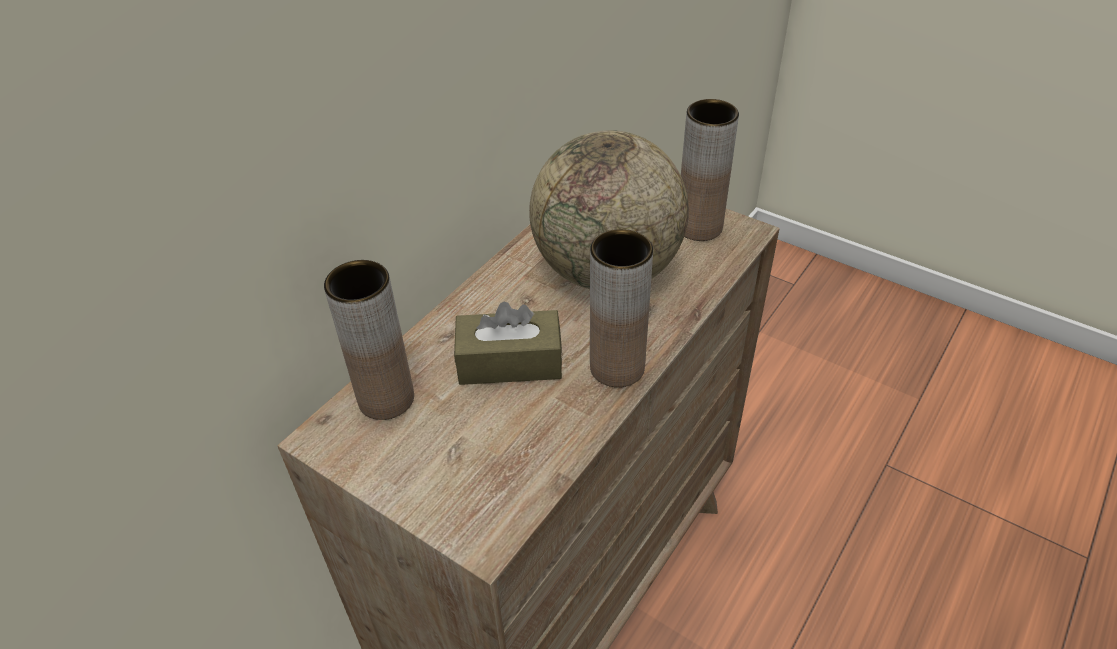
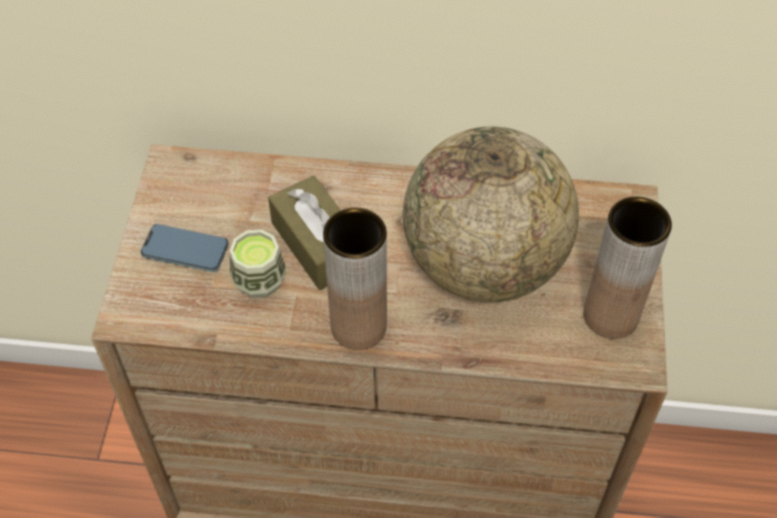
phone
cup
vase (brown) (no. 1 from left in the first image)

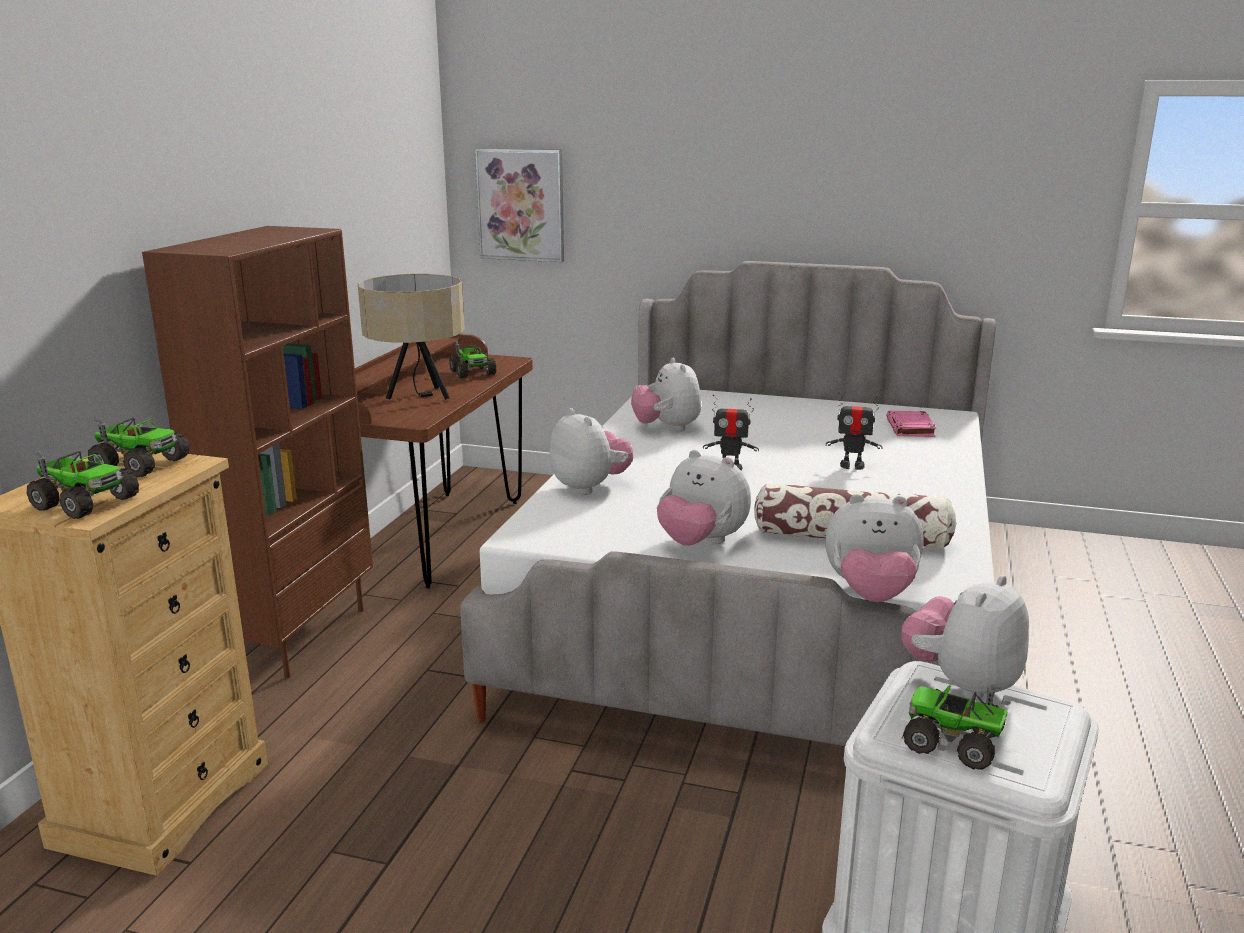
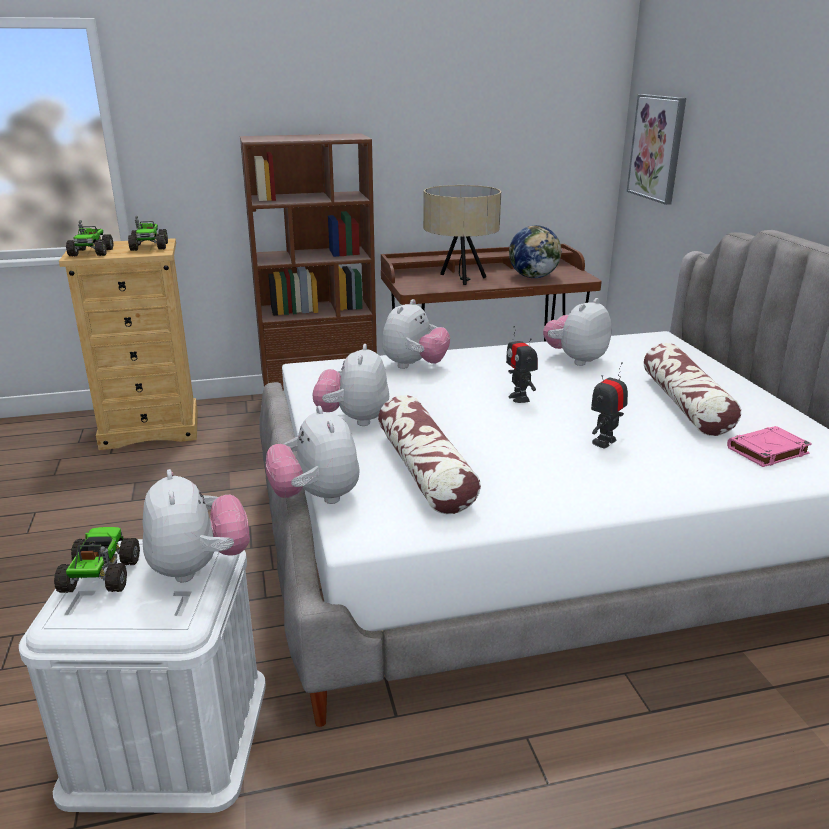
plush toy (no. 1 from left)
globe
toy robot (no. 2 from left)
pillow (no. 2 from left)

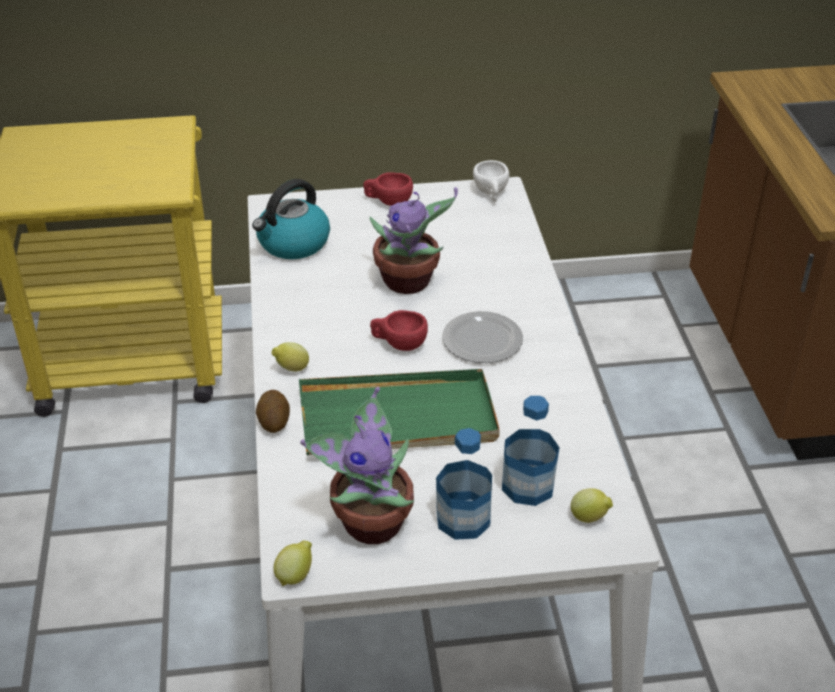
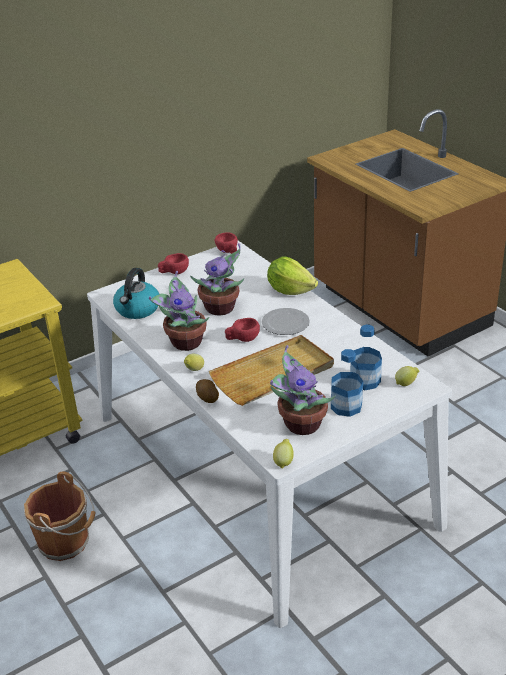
bucket (brown)
potted plant (no. 1 from left)
tray (beige)
cup (red) (no. 2 from left)
lettuce

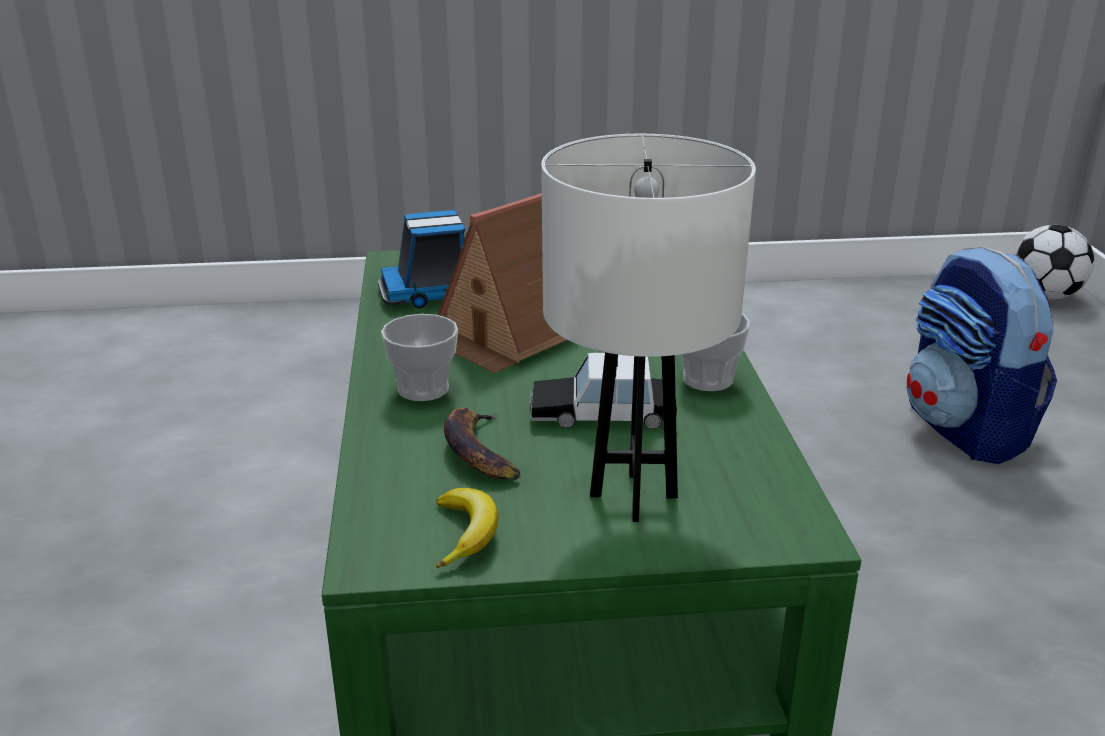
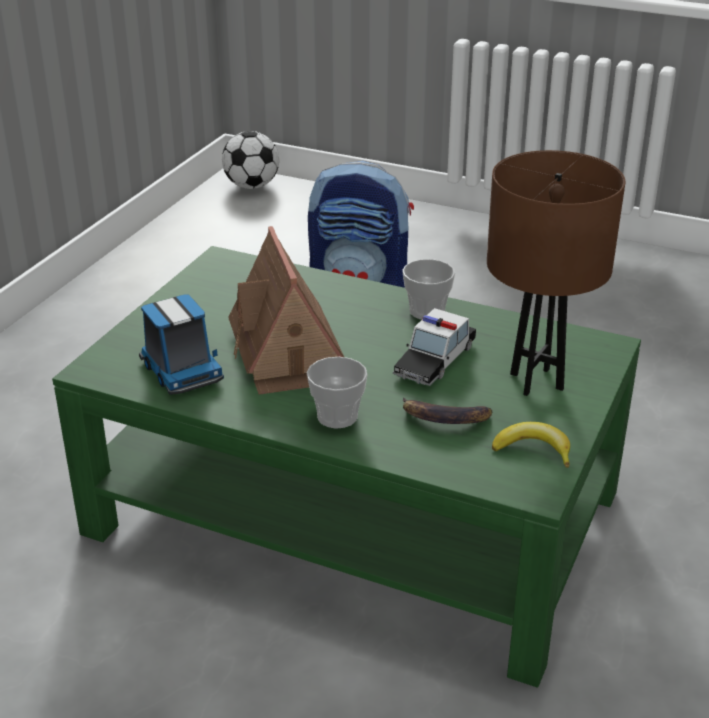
toy truck
table lamp (brown)

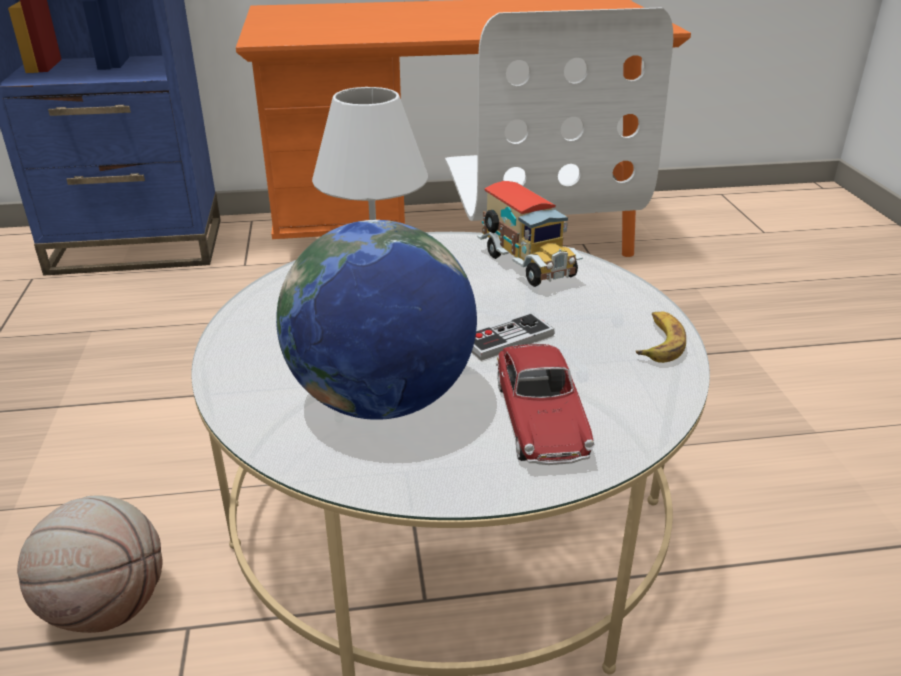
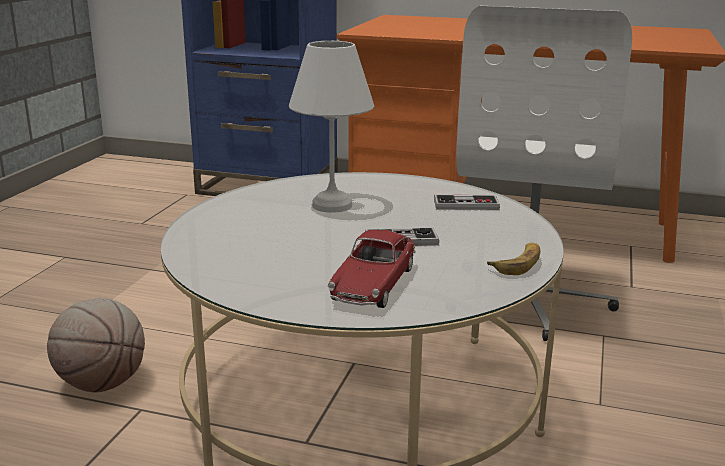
game controller (no. 2 from left)
globe

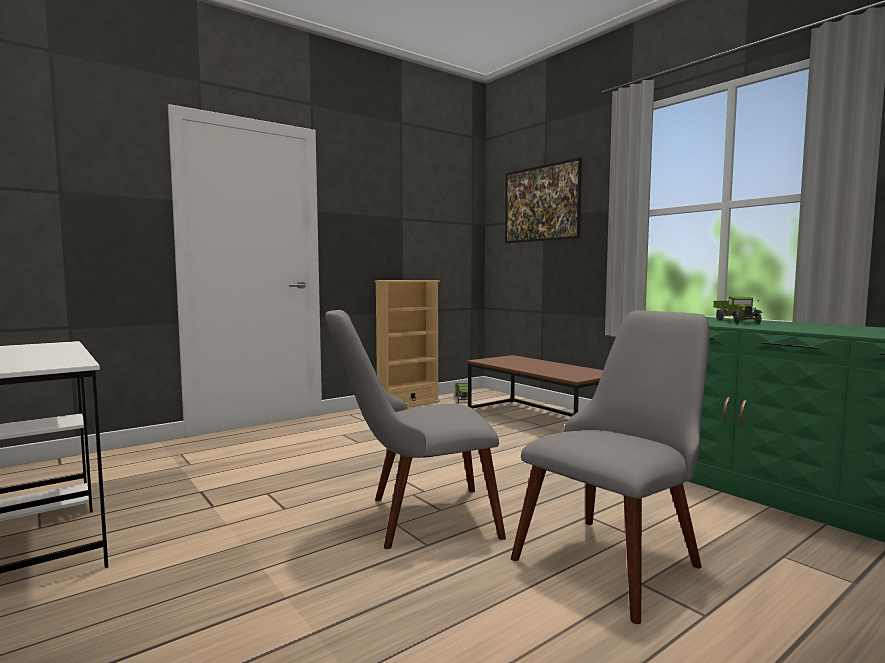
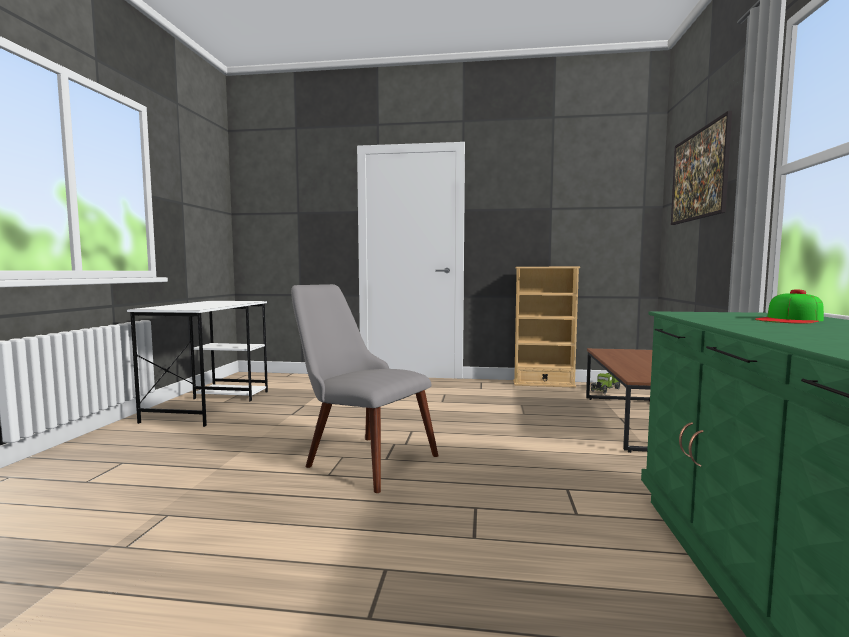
cap
chair (grey) (no. 2 from left in the first image)

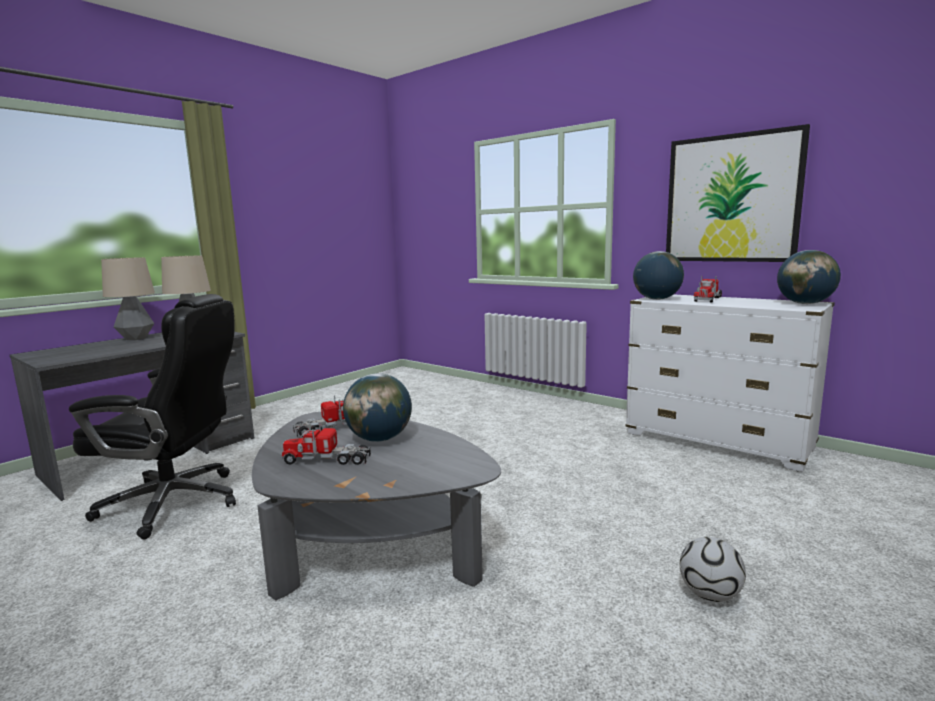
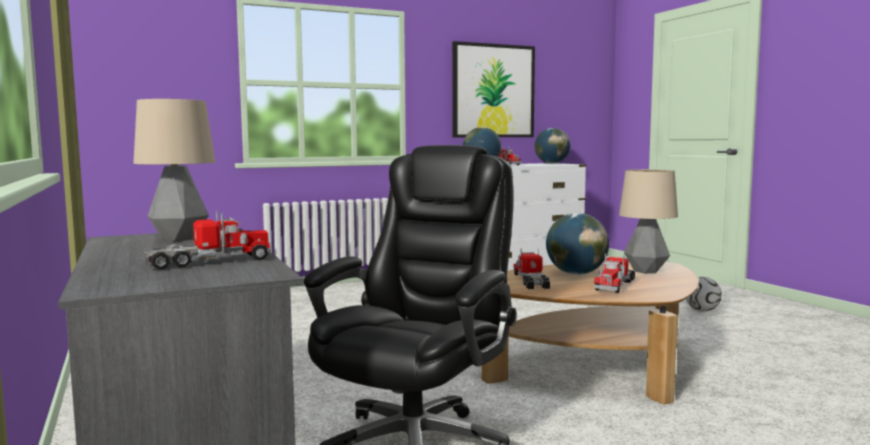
toy truck (no. 1 from left)
coffee table (brown)
table lamp (no. 2 from left)

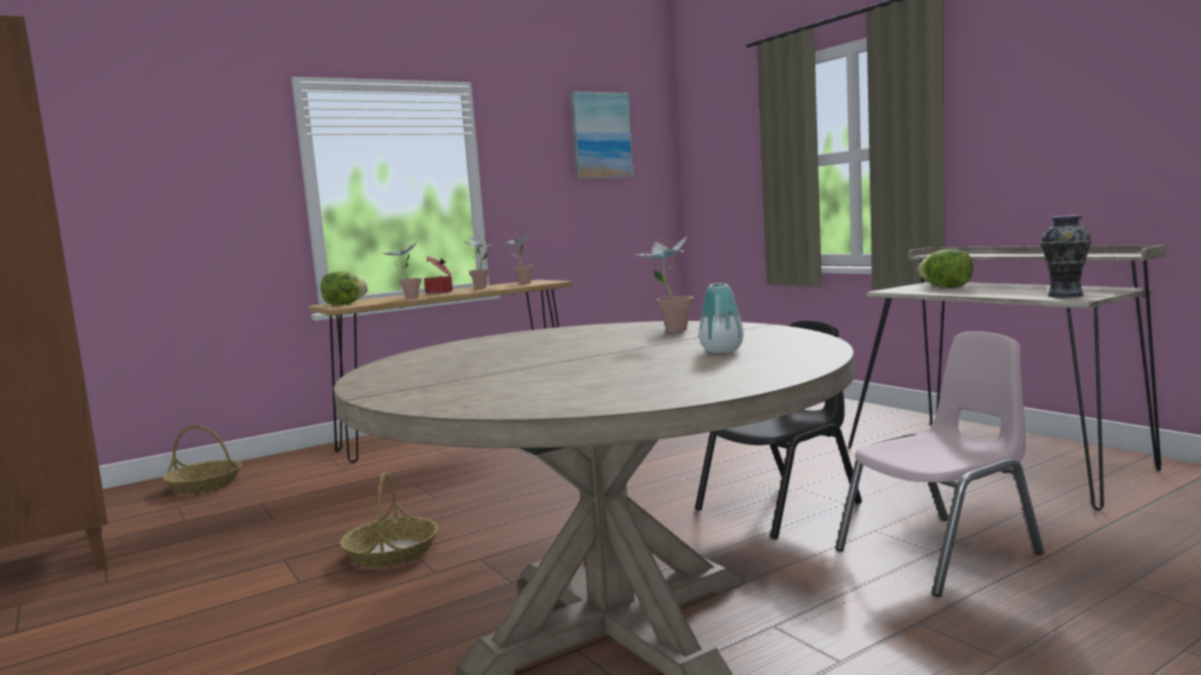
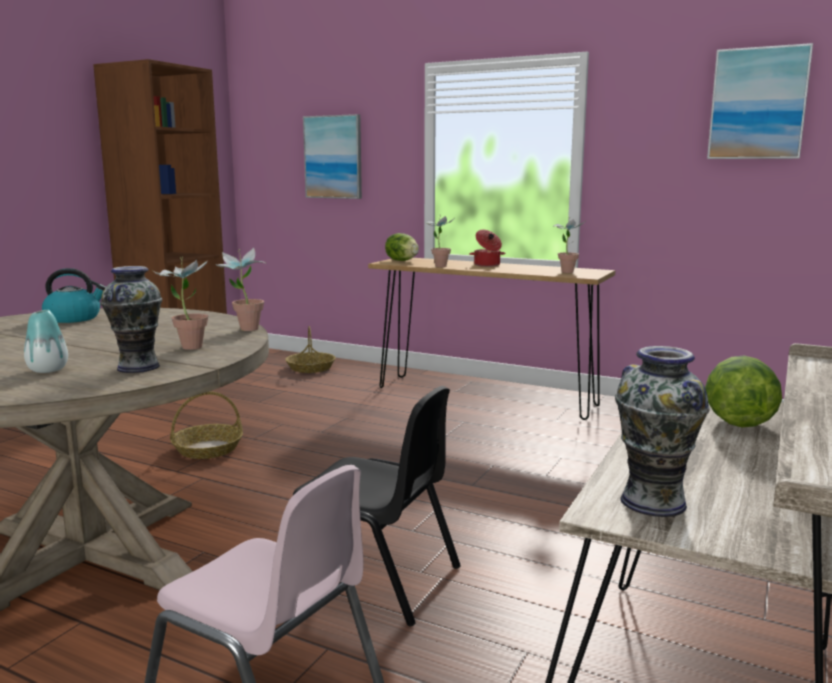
kettle
vase (no. 2 from left)
potted plant (no. 2 from left)
picture (no. 1 from left)

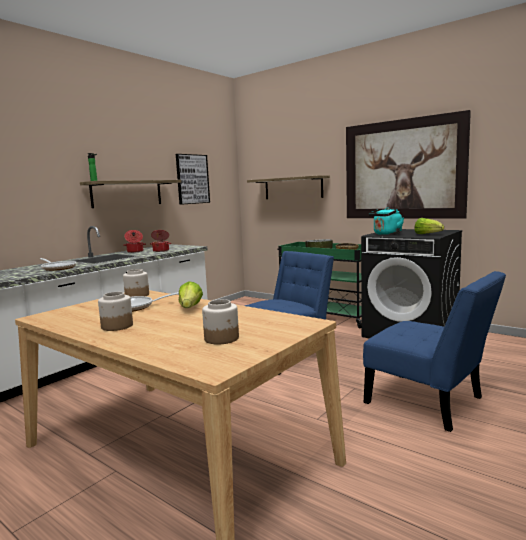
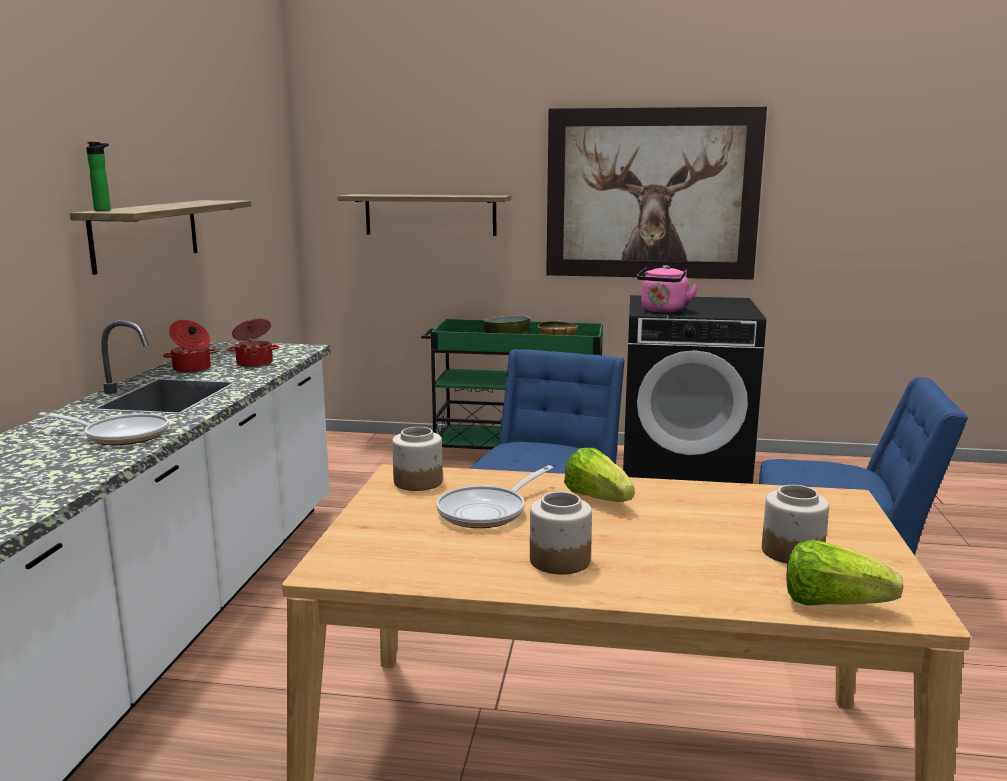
kettle (pink)
lettuce (no. 2 from left)
picture (no. 1 from left in the first image)

